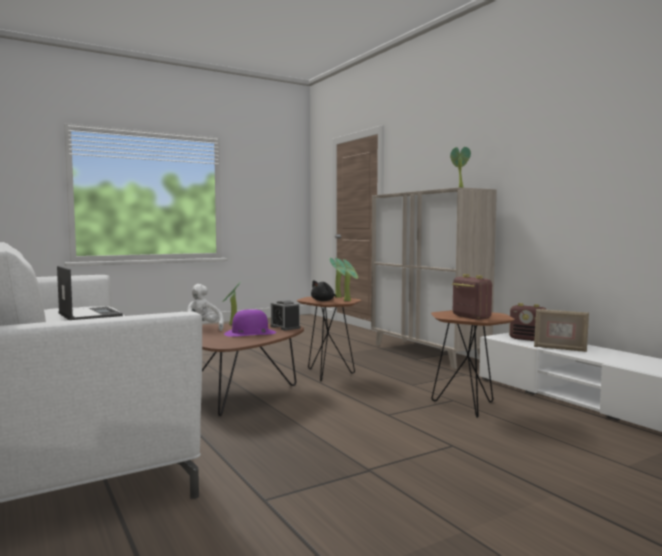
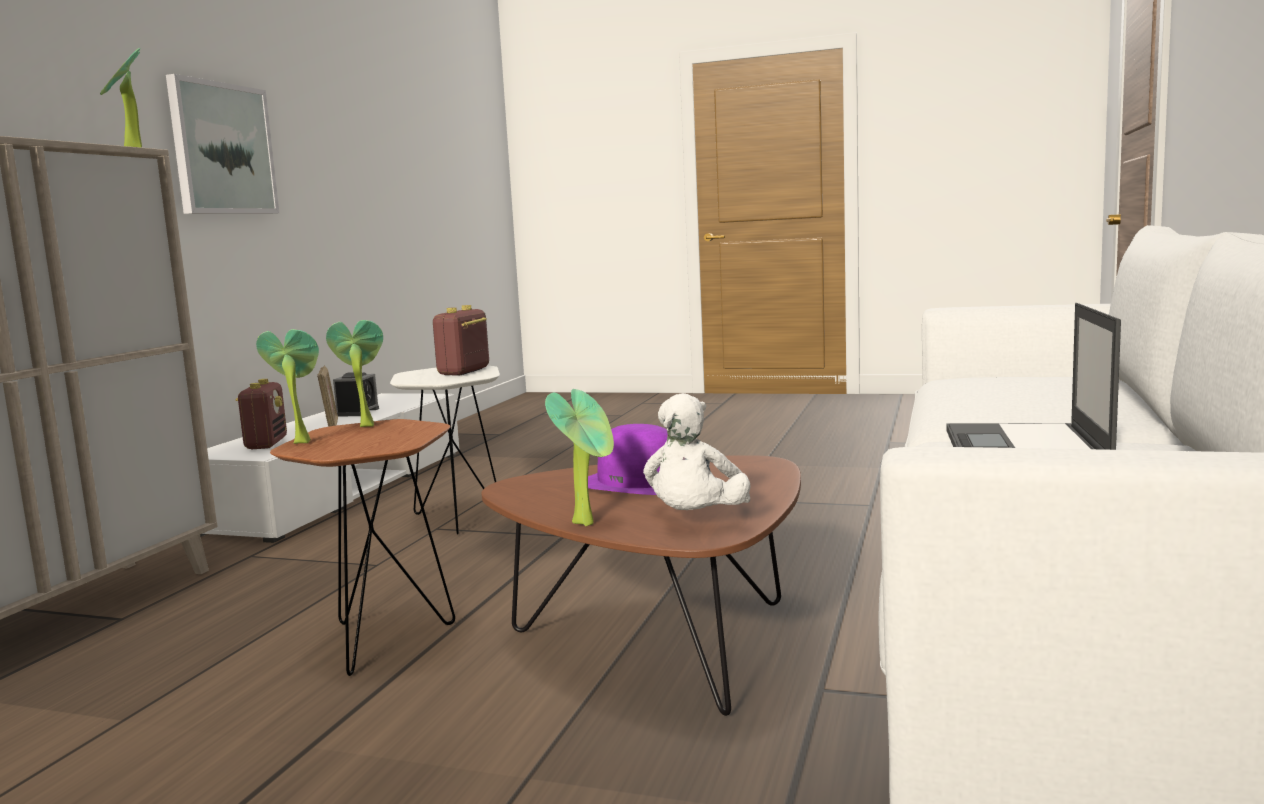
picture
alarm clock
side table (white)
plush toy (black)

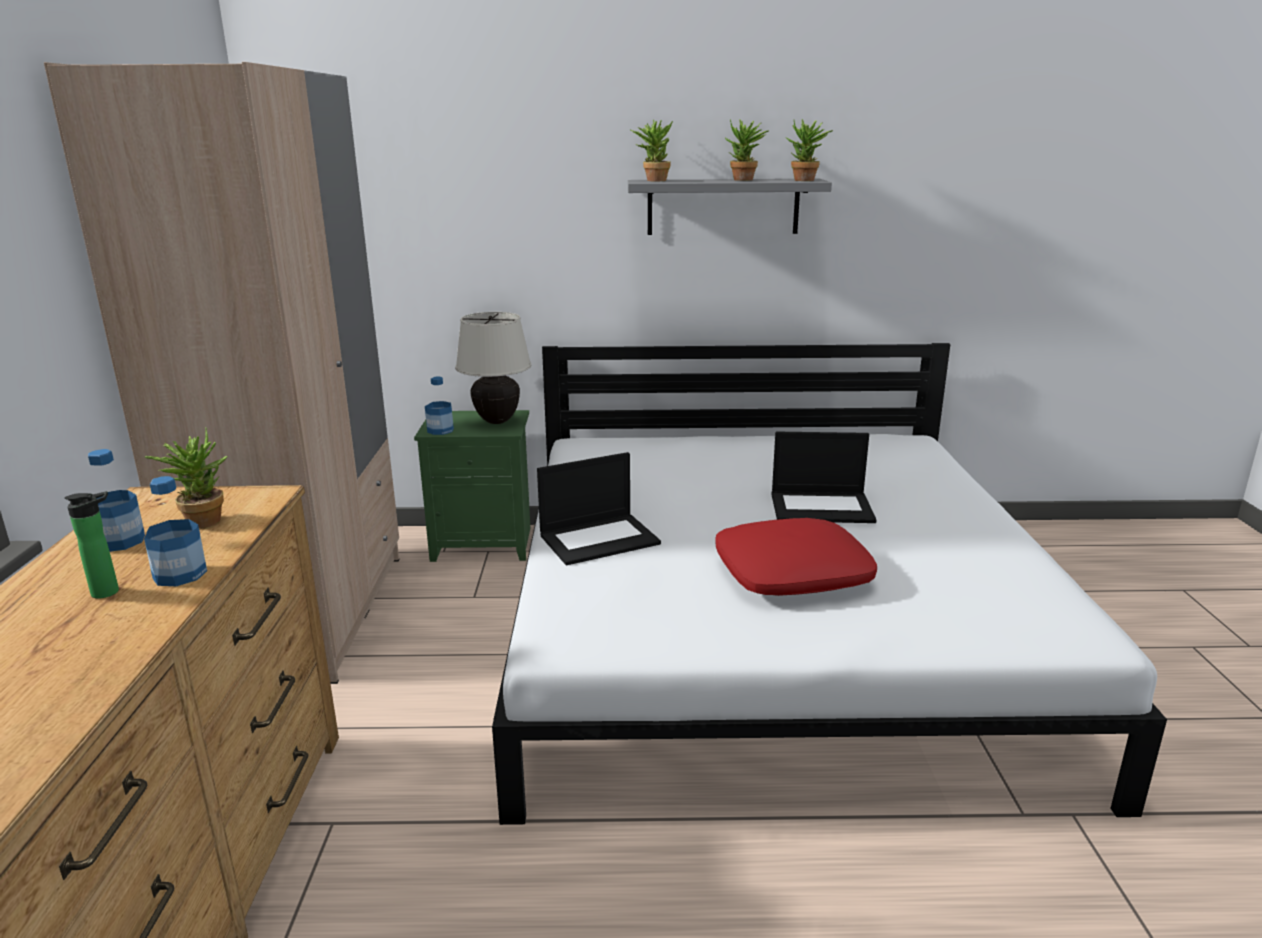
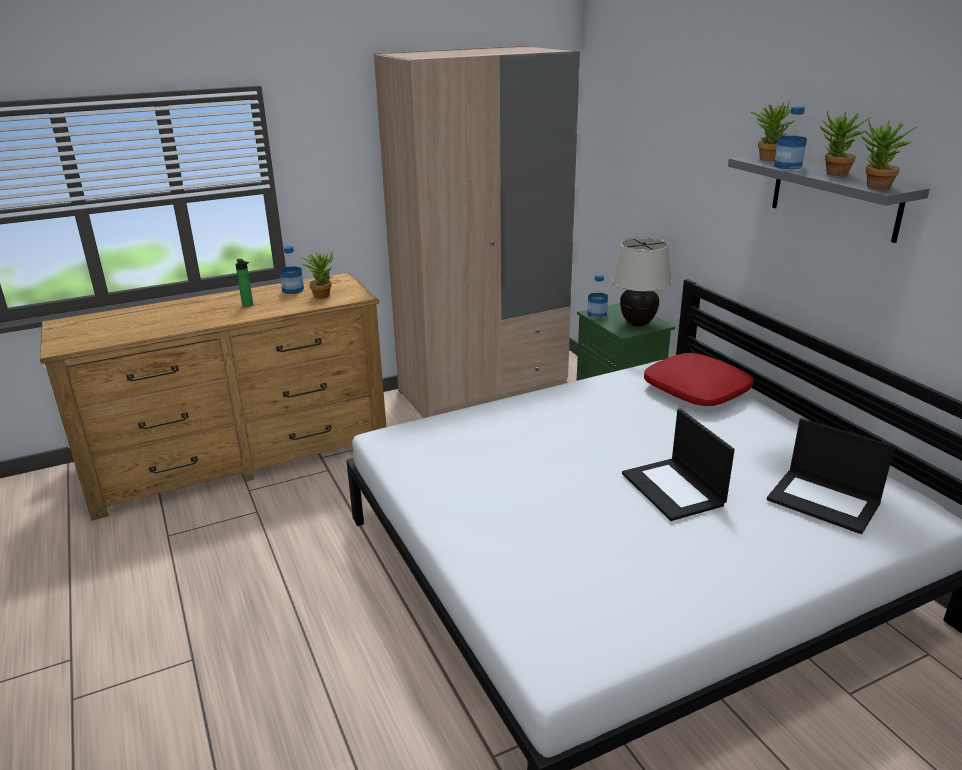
pillow (red)
laptop (no. 2 from left)
bottle (no. 4 from left)

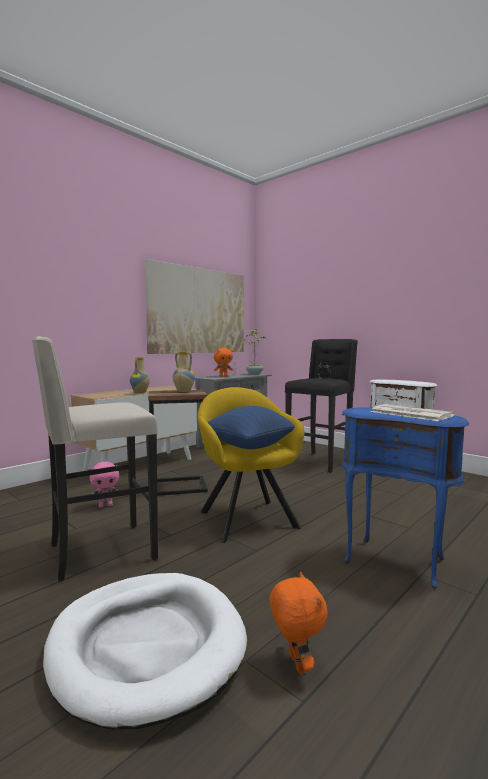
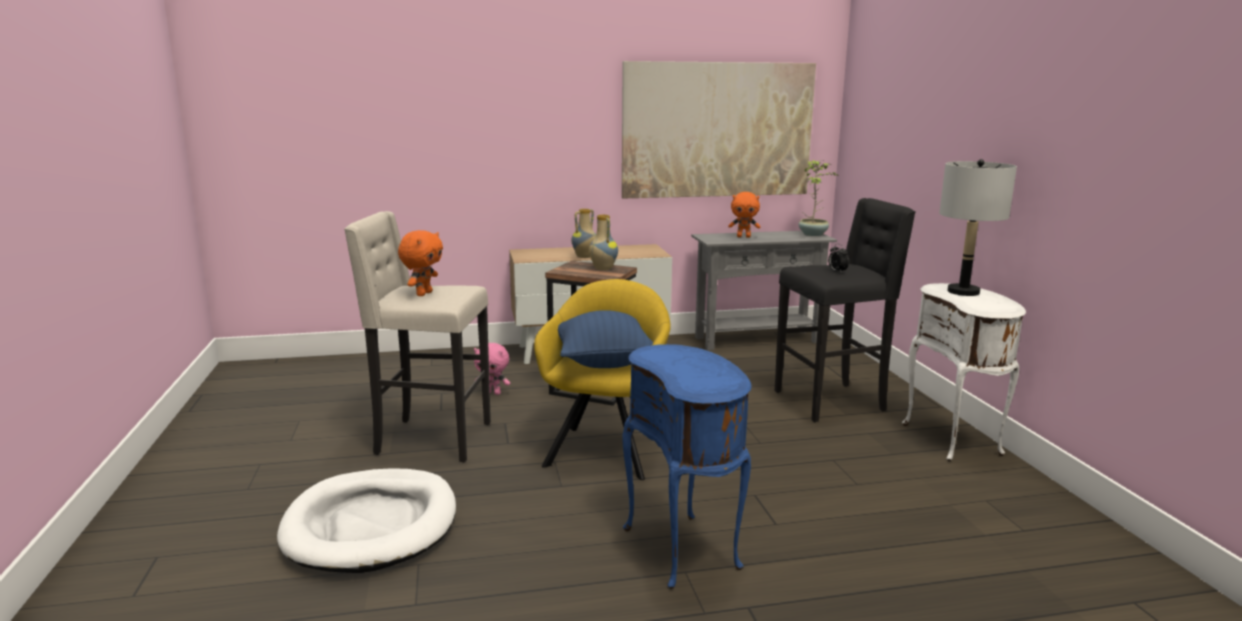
plush toy (orange) (no. 1 from left)
table lamp (grey)
newspaper

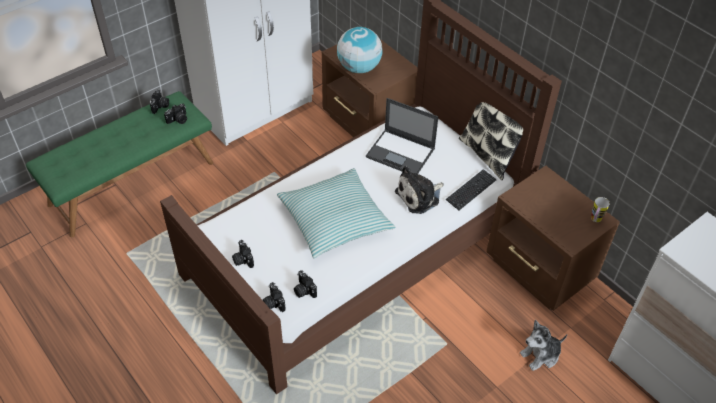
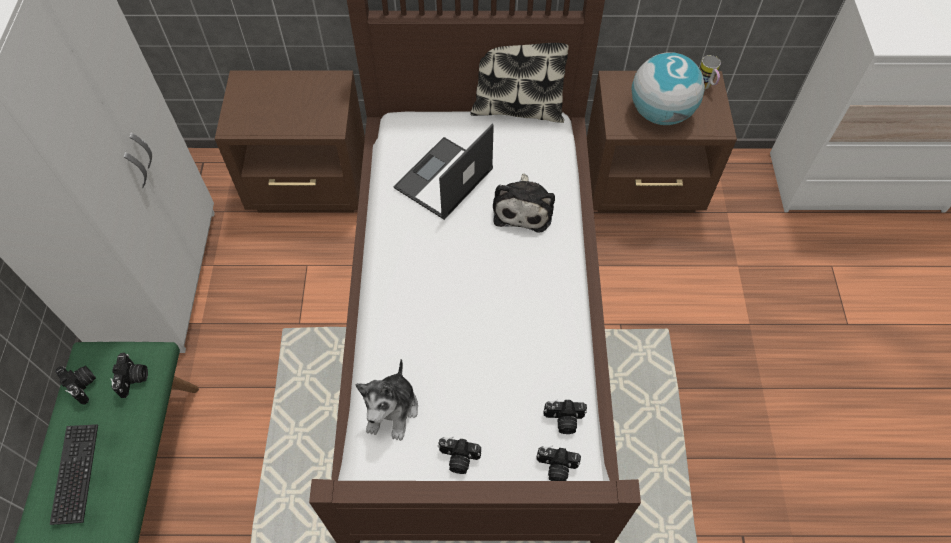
keyboard
plush toy (no. 1 from left)
laptop
globe
pillow (no. 1 from left in the first image)

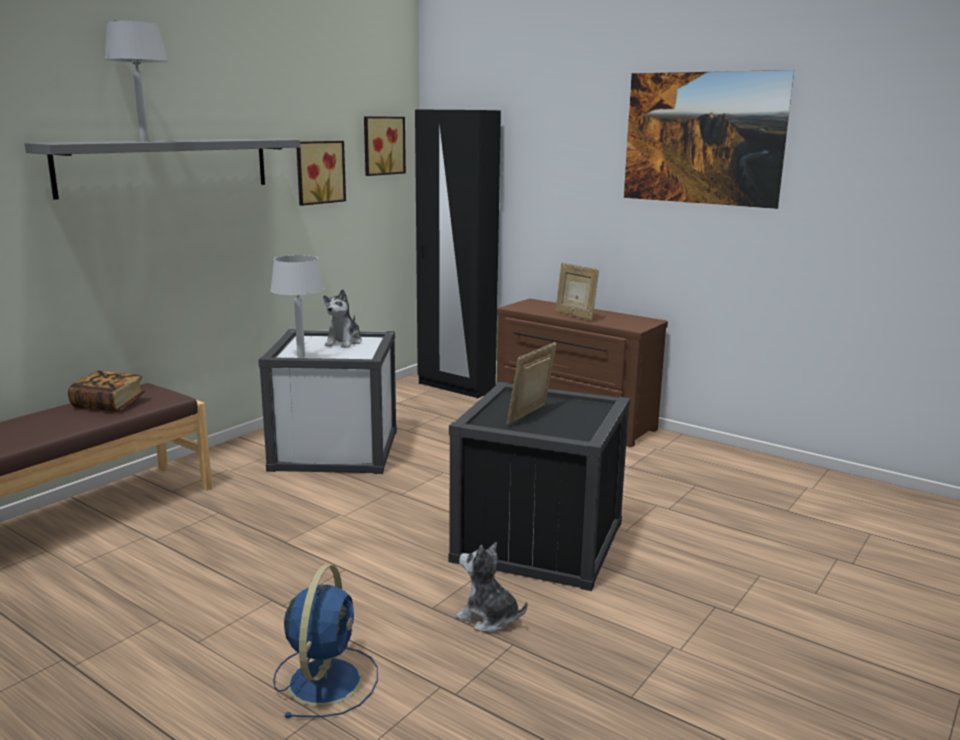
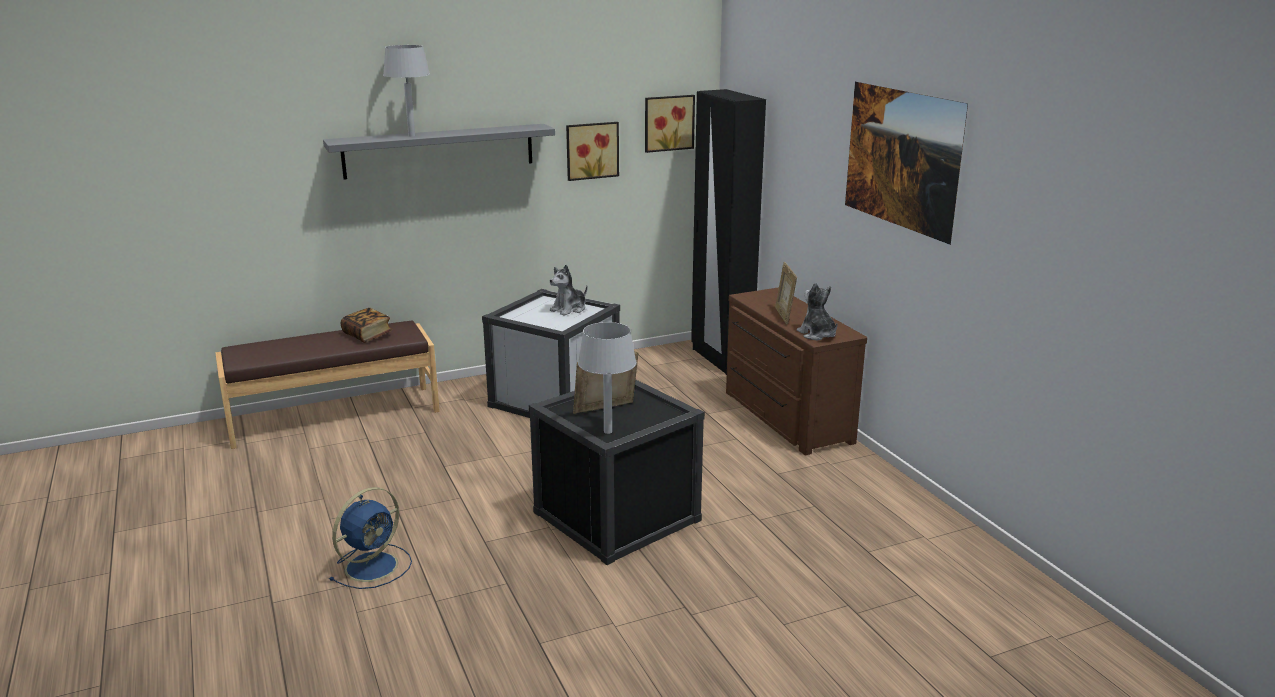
table lamp (grey) (no. 2 from left)
plush toy (no. 2 from left)

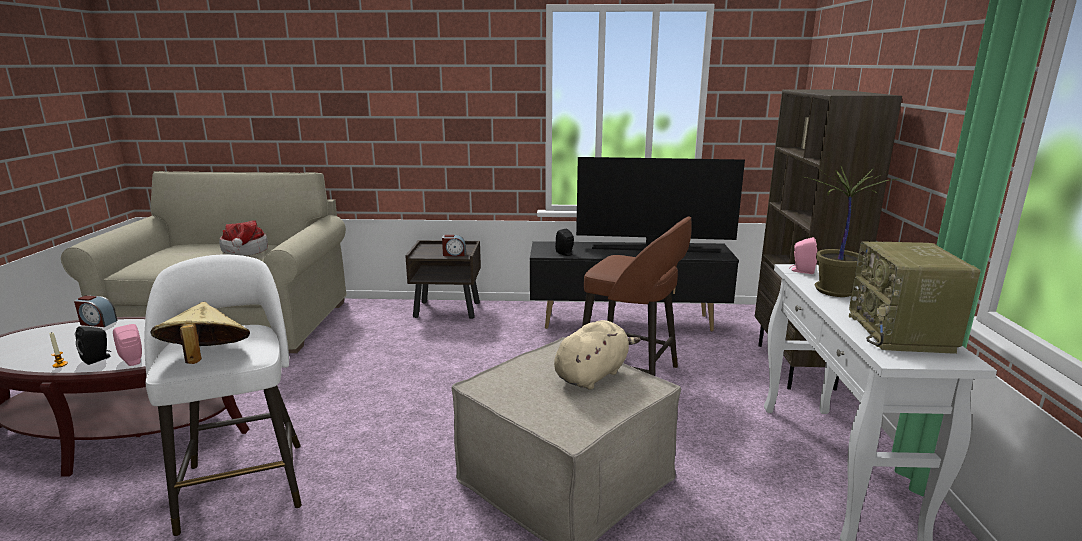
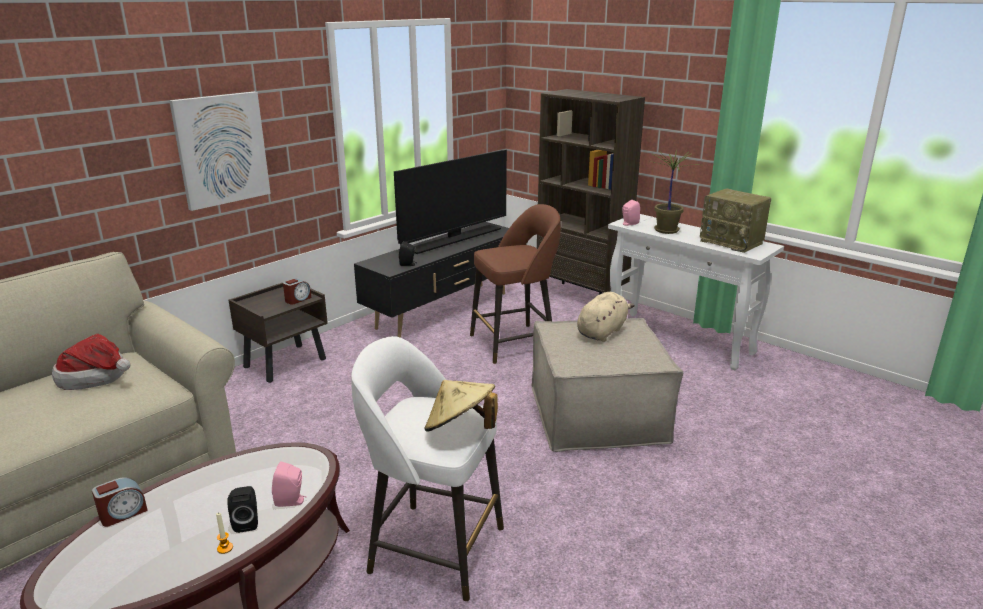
picture
plush toy (beige)

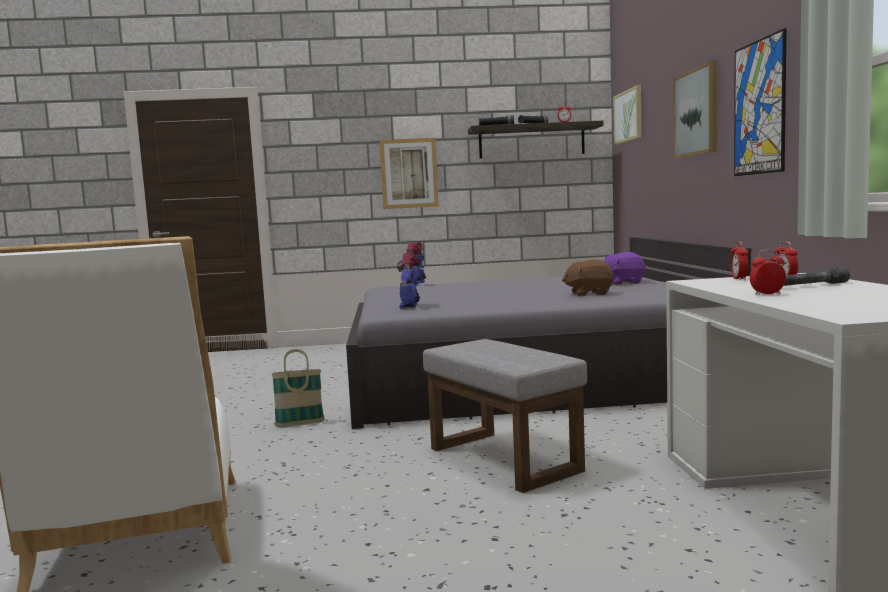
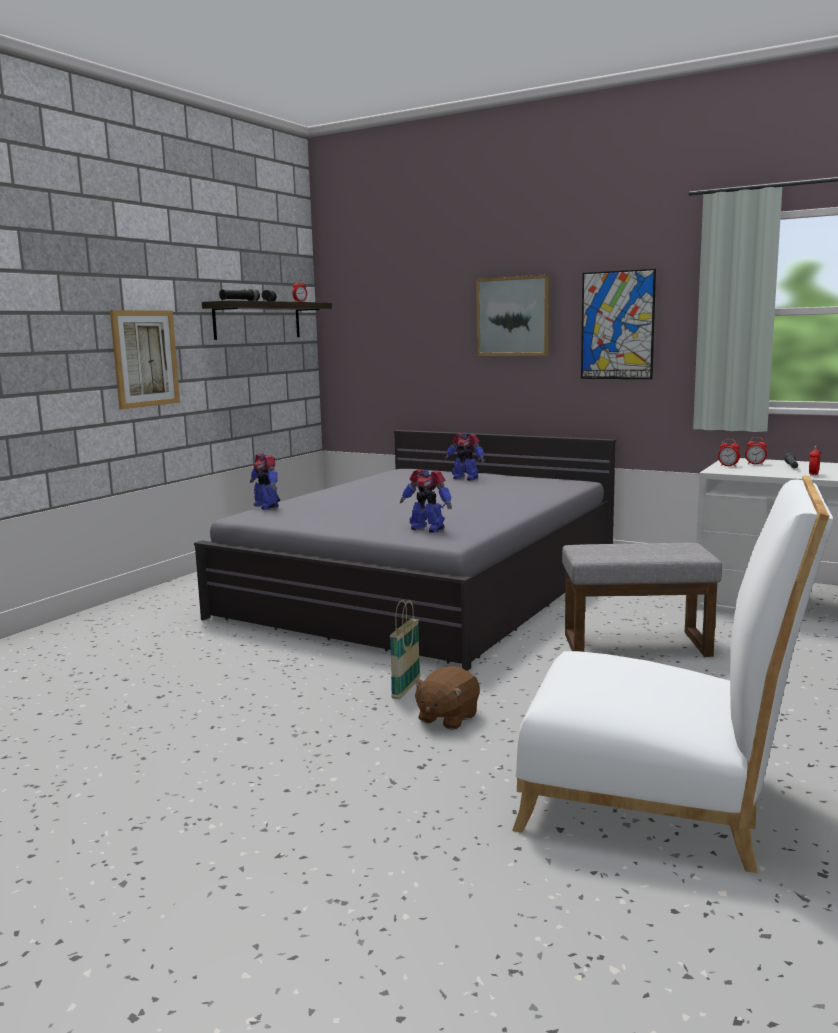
plush toy (brown)
toy robot (no. 3 from left)
picture (no. 2 from left in the first image)

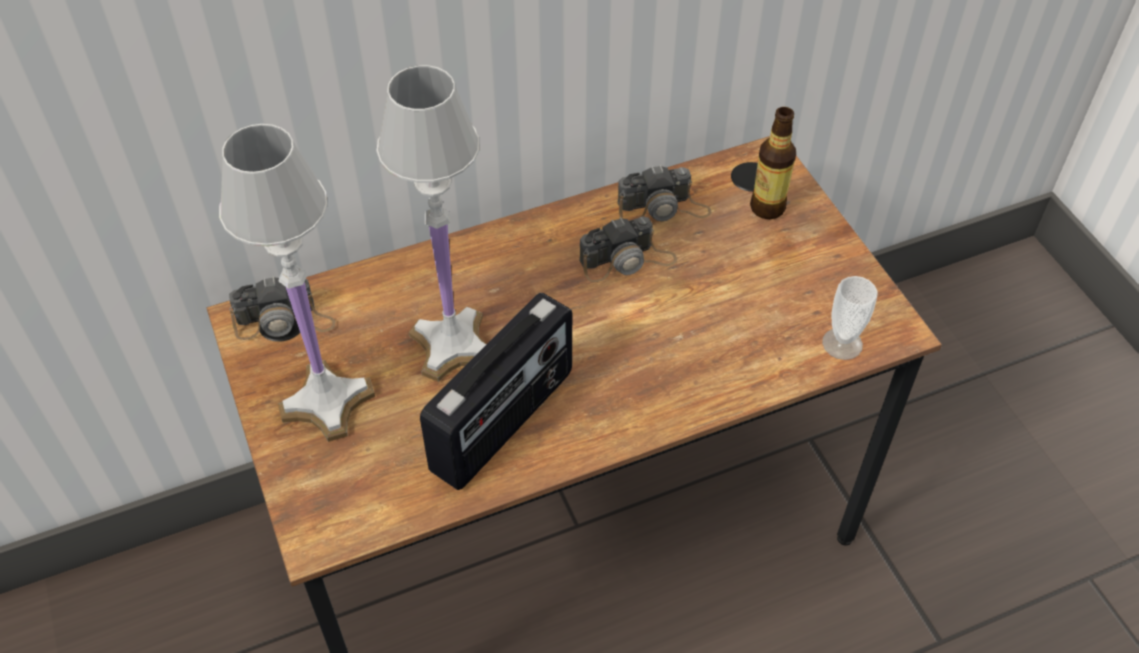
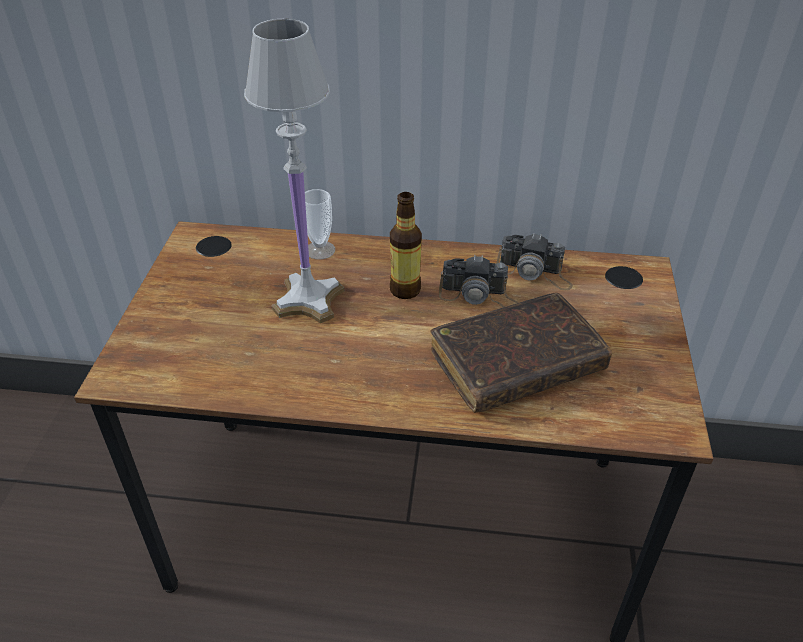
cup
bottle
book (brown)
table lamp (white) (no. 1 from left in the first image)
photo camera (no. 1 from left in the first image)
radio

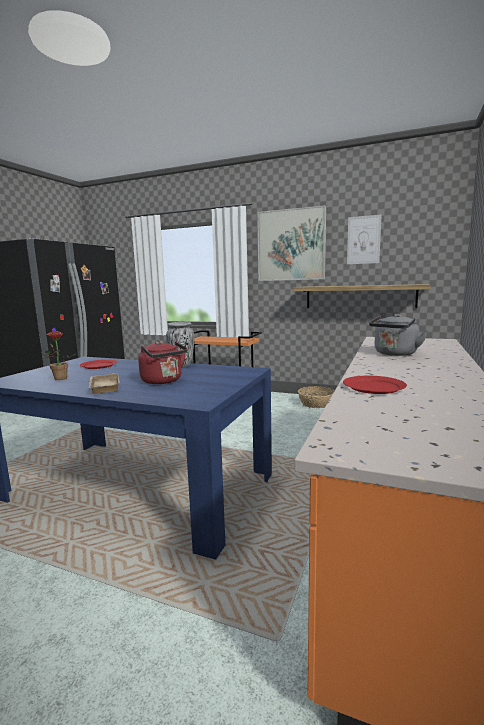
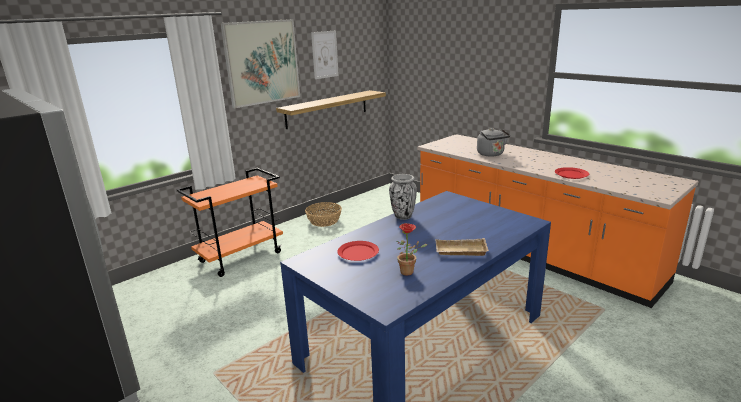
kettle (red)

